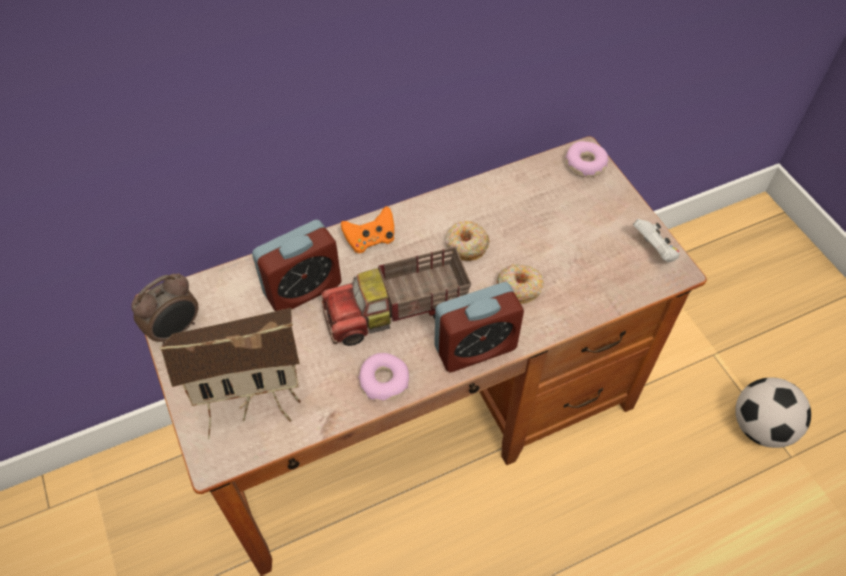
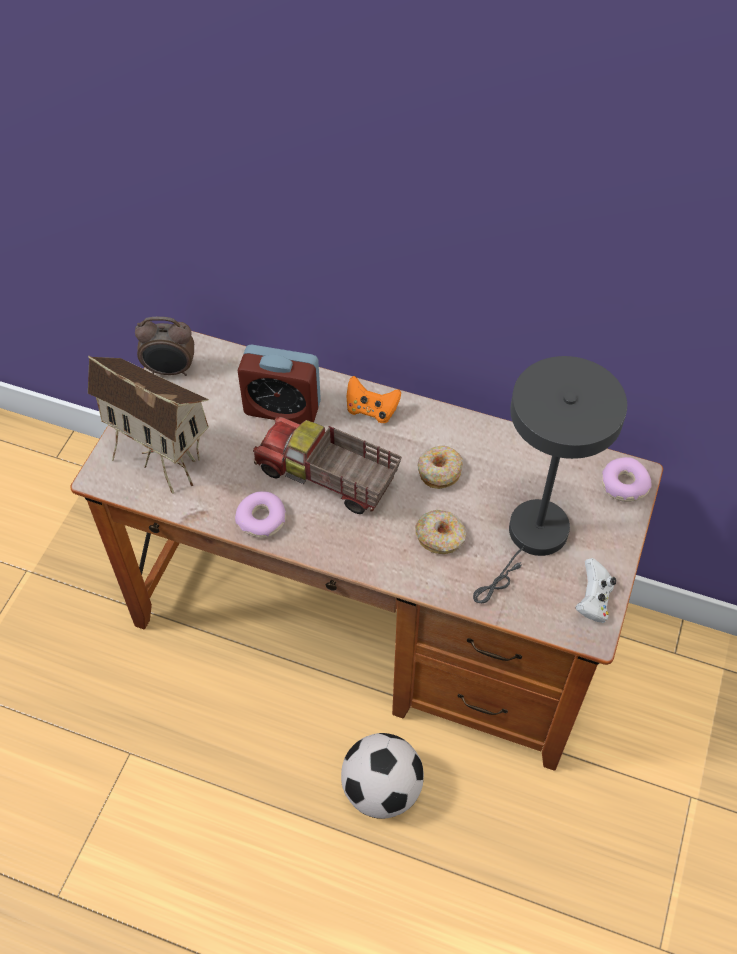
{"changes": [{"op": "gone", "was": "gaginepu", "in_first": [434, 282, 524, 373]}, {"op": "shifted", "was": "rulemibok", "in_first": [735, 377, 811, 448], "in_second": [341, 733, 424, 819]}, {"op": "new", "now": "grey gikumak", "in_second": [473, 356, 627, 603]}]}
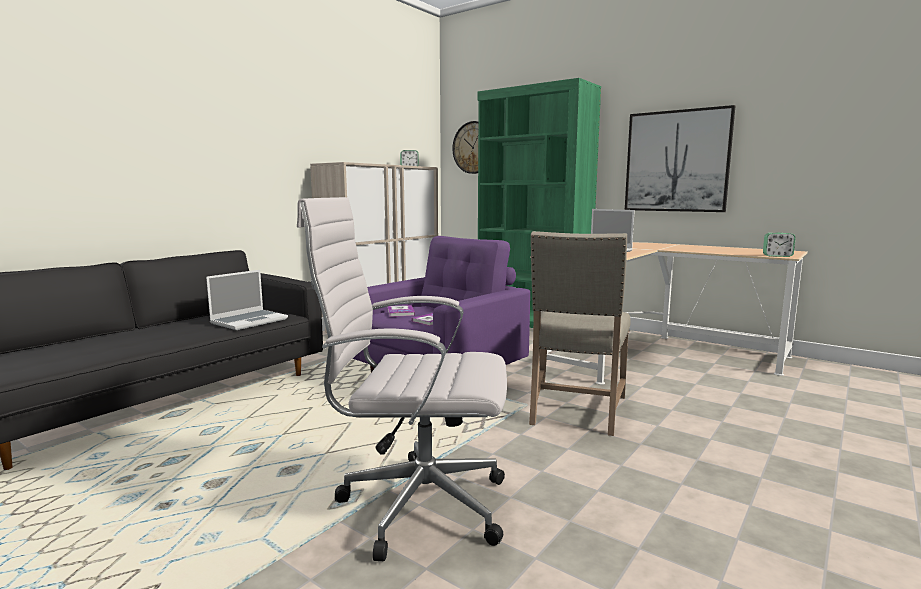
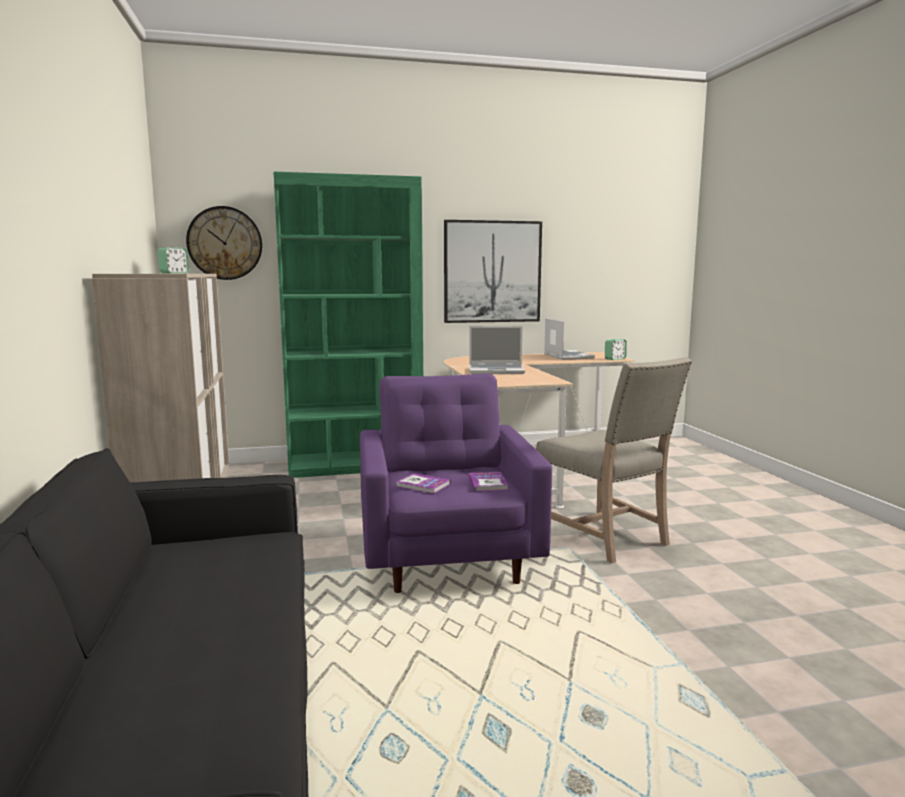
{"changes": [{"op": "gone", "was": "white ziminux", "in_first": [297, 197, 507, 561]}, {"op": "shifted", "was": "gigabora", "in_first": [206, 270, 288, 330], "in_second": [544, 318, 595, 360]}]}
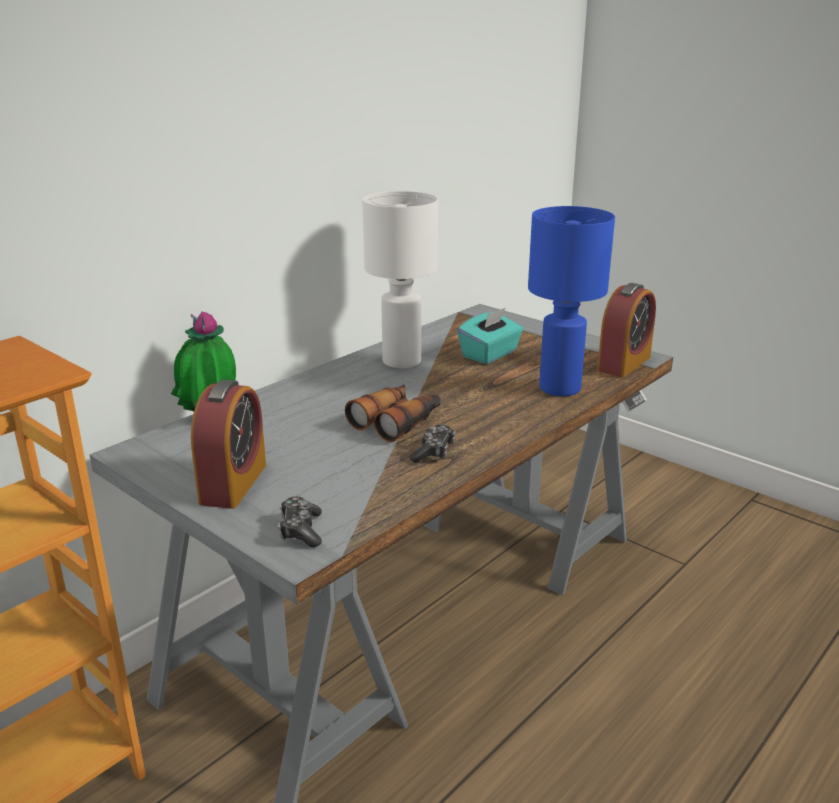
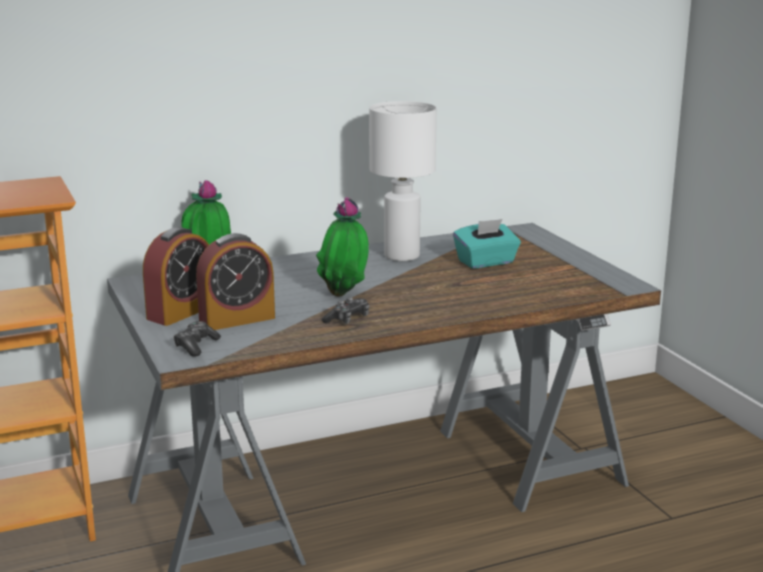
{"changes": [{"op": "gone", "was": "blue gikumak", "in_first": [528, 206, 615, 396]}, {"op": "shifted", "was": "gaginepu", "in_first": [597, 283, 656, 377], "in_second": [196, 233, 275, 330]}, {"op": "swapped", "was": "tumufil", "now": "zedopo", "in_first": [345, 384, 440, 442], "in_second": [316, 197, 369, 297]}]}
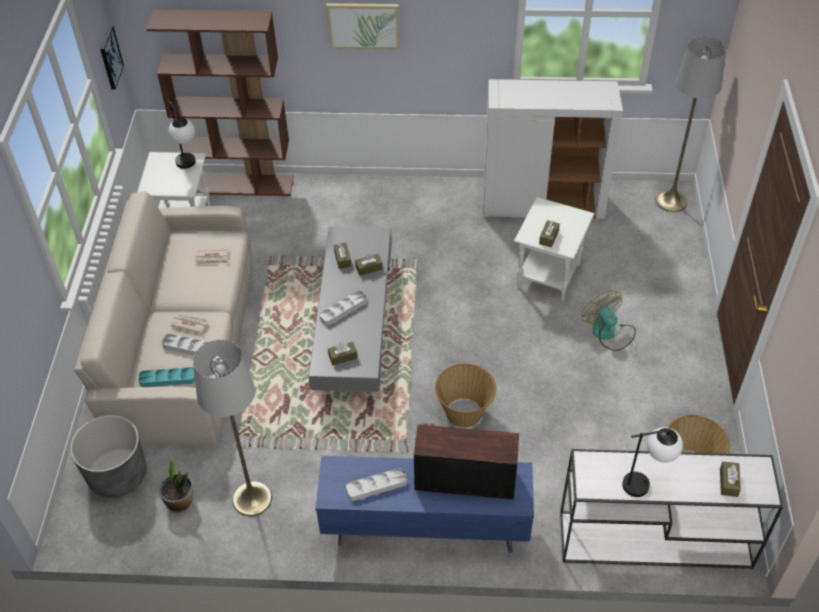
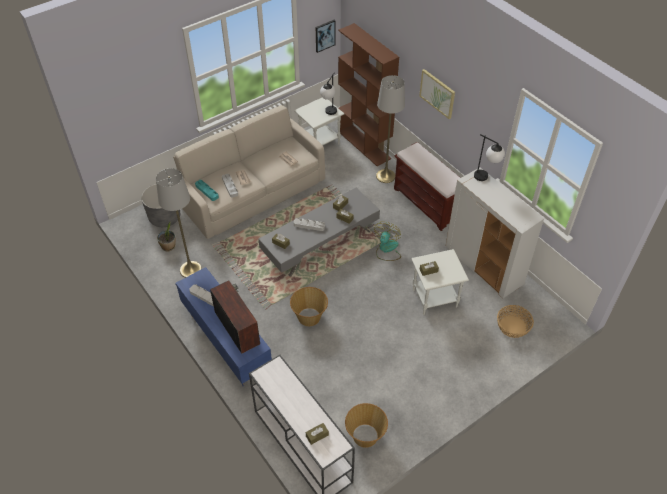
{"changes": [{"op": "shifted", "was": "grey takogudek", "in_first": [655, 37, 726, 212], "in_second": [376, 75, 405, 183]}, {"op": "shifted", "was": "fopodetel", "in_first": [582, 290, 636, 351], "in_second": [374, 222, 401, 261]}, {"op": "shifted", "was": "gikumak", "in_first": [622, 427, 683, 497], "in_second": [474, 134, 505, 181]}, {"op": "new", "now": "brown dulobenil", "in_second": [394, 142, 460, 231]}, {"op": "new", "now": "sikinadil", "in_second": [497, 305, 534, 338]}]}
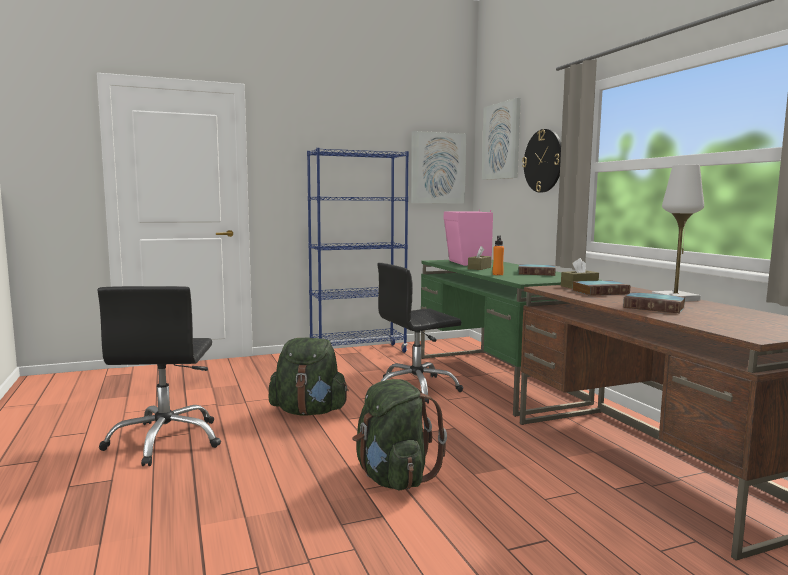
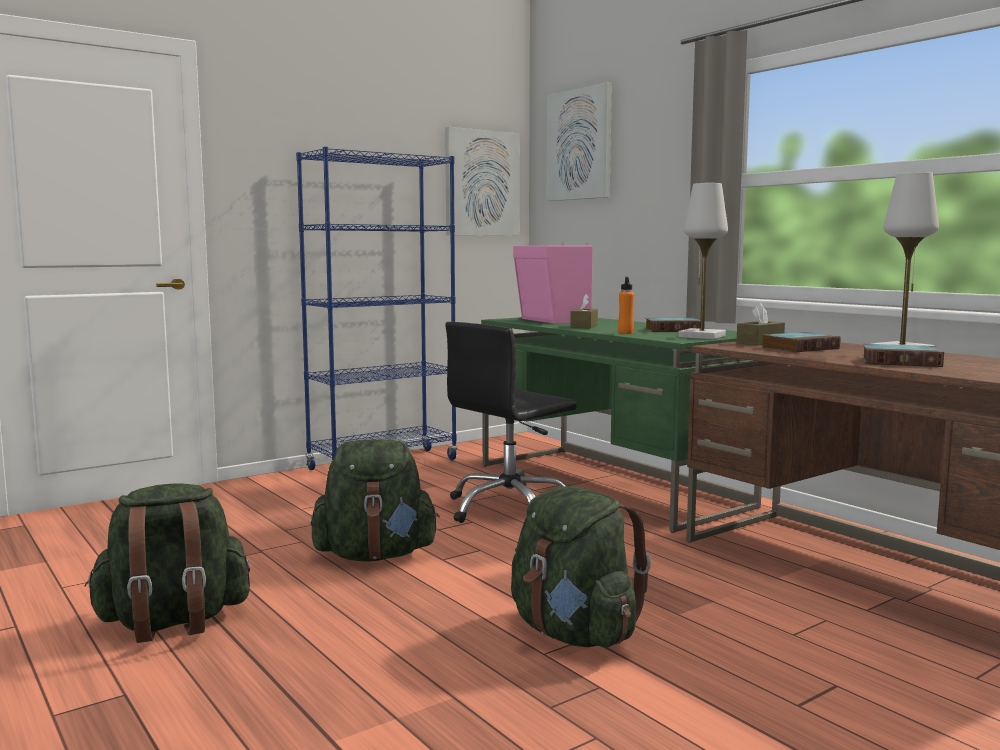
{"changes": [{"op": "gone", "was": "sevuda", "in_first": [522, 129, 561, 193]}, {"op": "swapped", "was": "black ziminux", "now": "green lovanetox", "in_first": [98, 286, 221, 466], "in_second": [84, 483, 250, 643]}, {"op": "new", "now": "white gikumak", "in_second": [678, 183, 728, 339]}]}
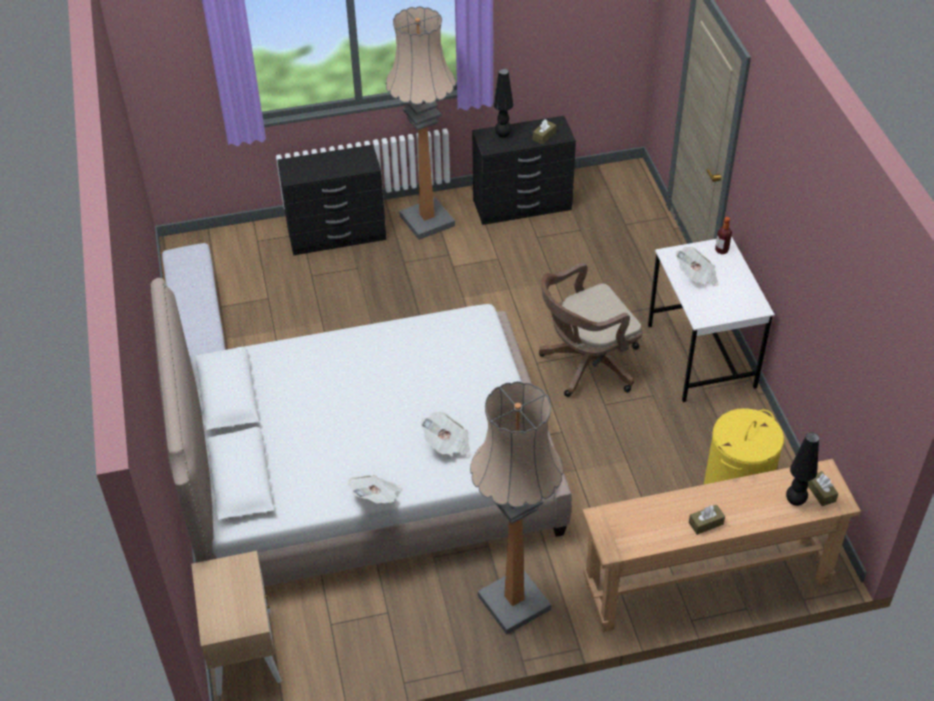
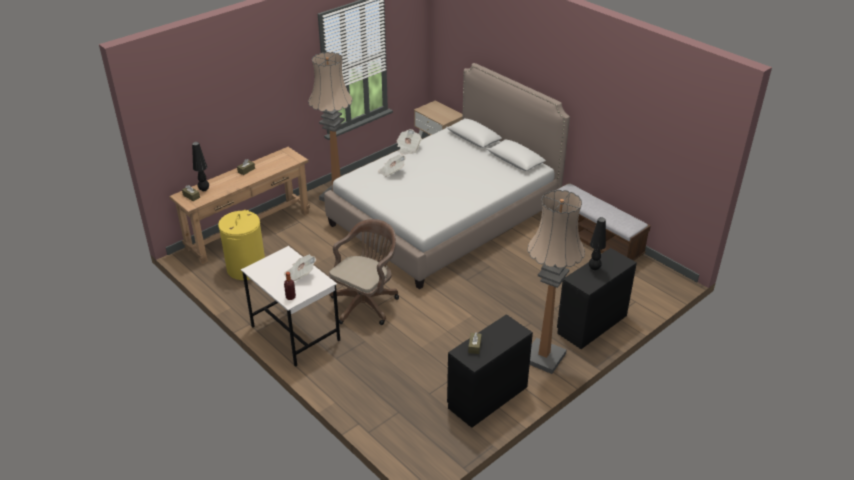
{"changes": [{"op": "shifted", "was": "black gikumak", "in_first": [493, 69, 513, 138], "in_second": [589, 217, 606, 270]}]}
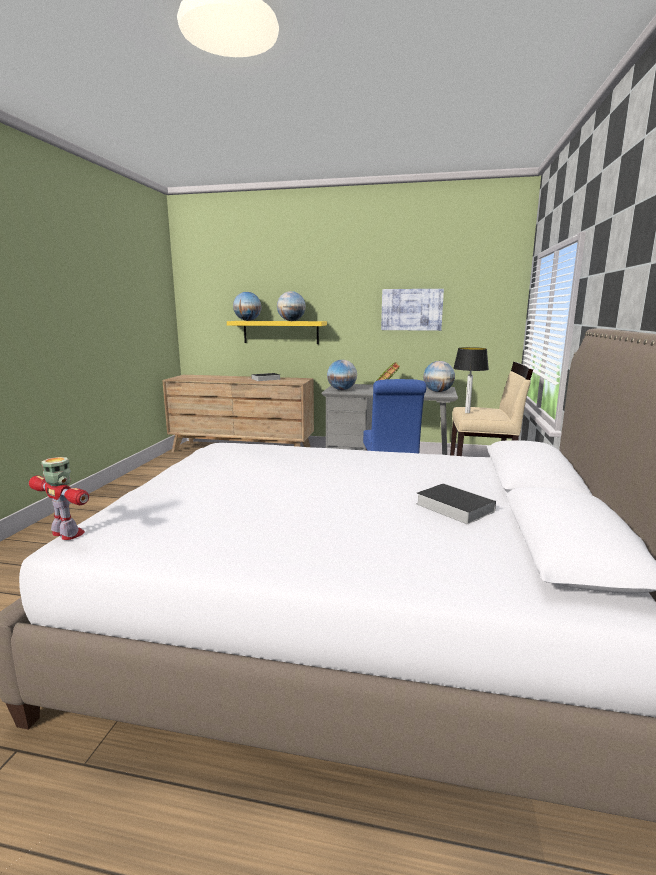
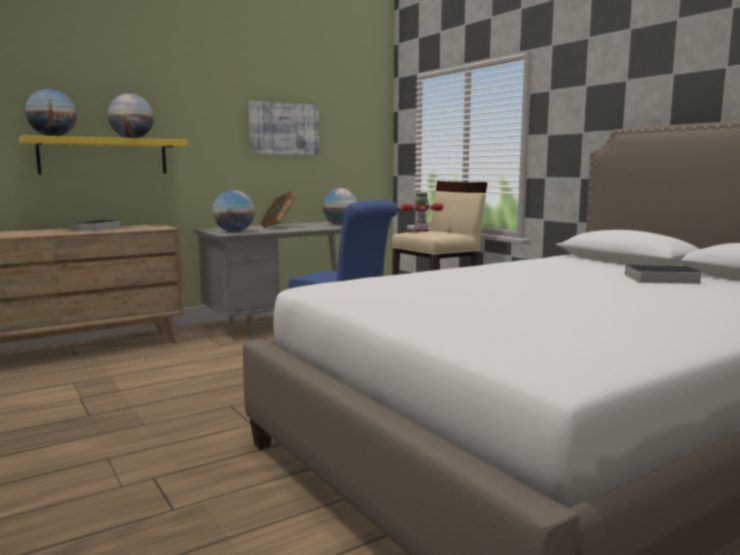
{"changes": [{"op": "gone", "was": "gikumak", "in_first": [453, 347, 489, 414]}, {"op": "shifted", "was": "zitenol", "in_first": [29, 457, 89, 540], "in_second": [401, 192, 443, 232]}]}
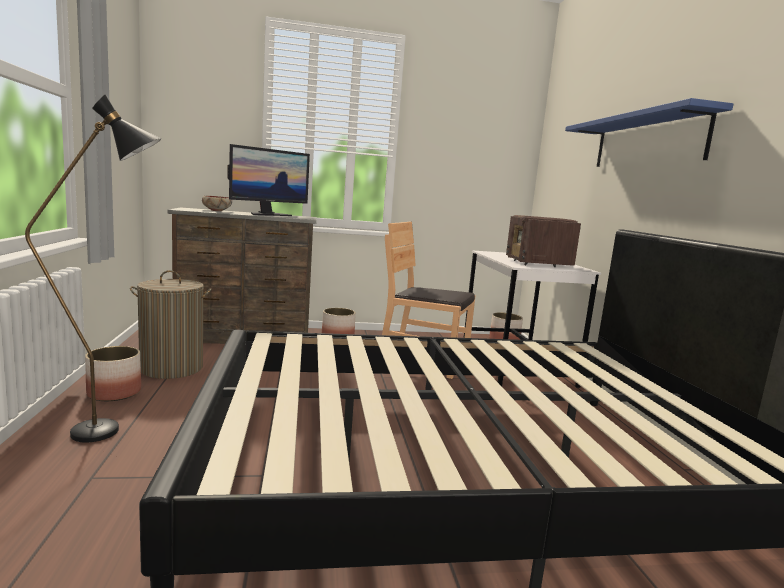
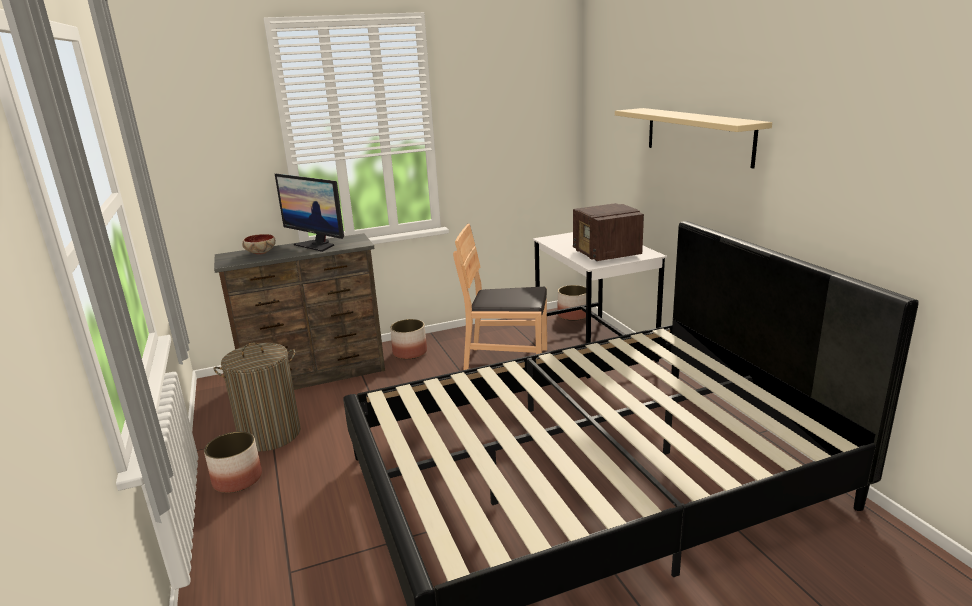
{"changes": [{"op": "gone", "was": "black takogudek", "in_first": [25, 94, 161, 443]}, {"op": "repainted", "was": "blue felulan", "now": "beige felulan", "in_first": [565, 98, 734, 167], "in_second": [615, 108, 772, 168]}, {"op": "rotated", "was": "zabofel", "in_first": [227, 144, 310, 216], "in_second": [275, 174, 344, 252], "clockwise": 90}]}
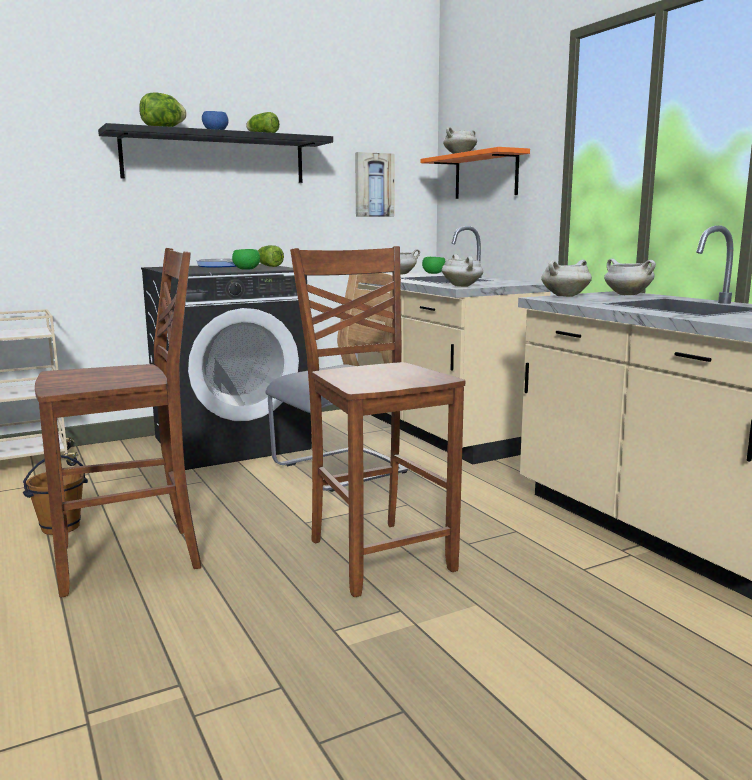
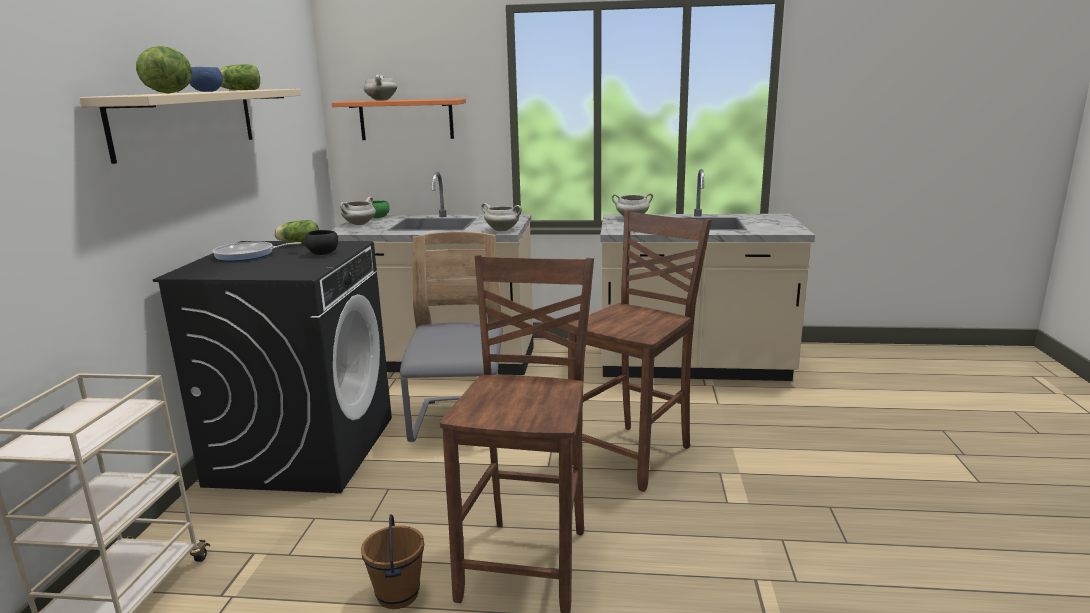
{"changes": [{"op": "repainted", "was": "black felulan", "now": "beige felulan", "in_first": [98, 123, 333, 183], "in_second": [80, 89, 301, 164]}, {"op": "gone", "was": "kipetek", "in_first": [355, 152, 394, 217]}, {"op": "rotated", "was": "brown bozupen", "in_first": [290, 246, 465, 597], "in_second": [568, 210, 711, 492], "clockwise": 120}, {"op": "repainted", "was": "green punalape", "now": "black punalape", "in_first": [232, 249, 260, 270], "in_second": [305, 230, 338, 255]}, {"op": "gone", "was": "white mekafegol", "in_first": [541, 260, 592, 297]}]}
